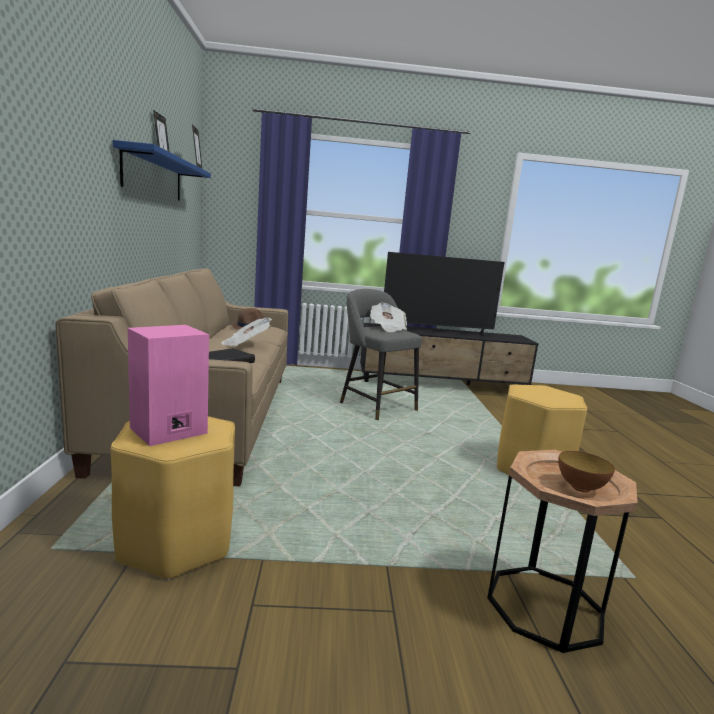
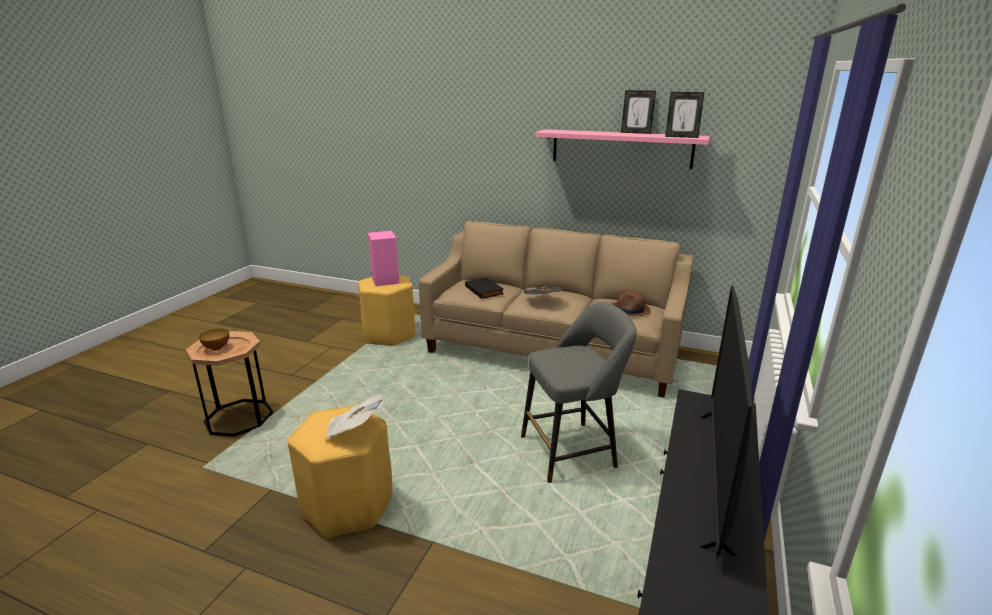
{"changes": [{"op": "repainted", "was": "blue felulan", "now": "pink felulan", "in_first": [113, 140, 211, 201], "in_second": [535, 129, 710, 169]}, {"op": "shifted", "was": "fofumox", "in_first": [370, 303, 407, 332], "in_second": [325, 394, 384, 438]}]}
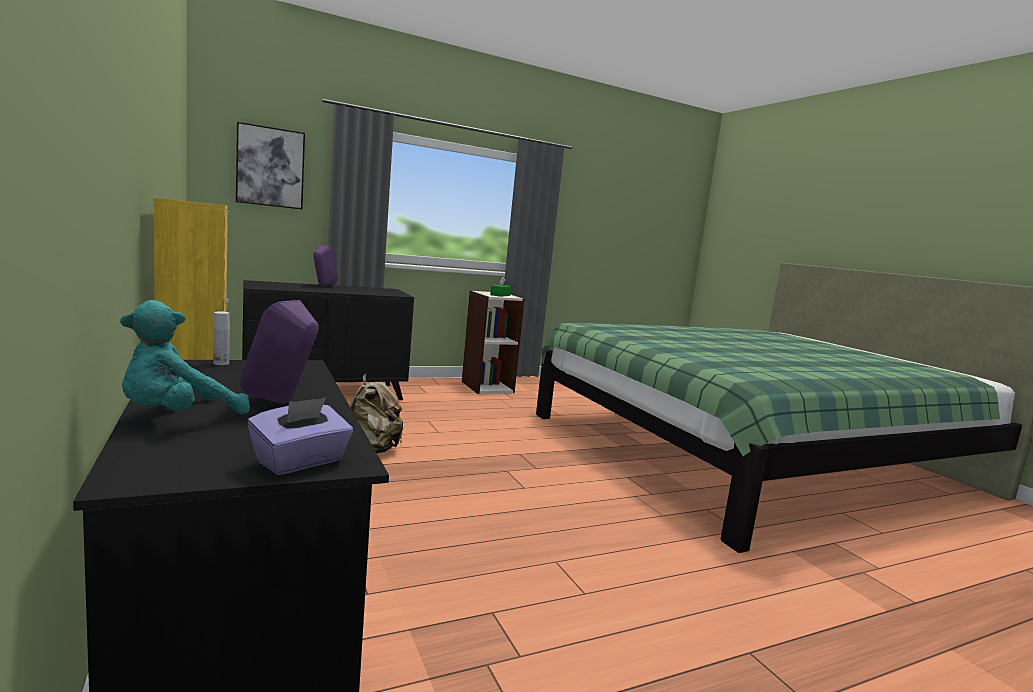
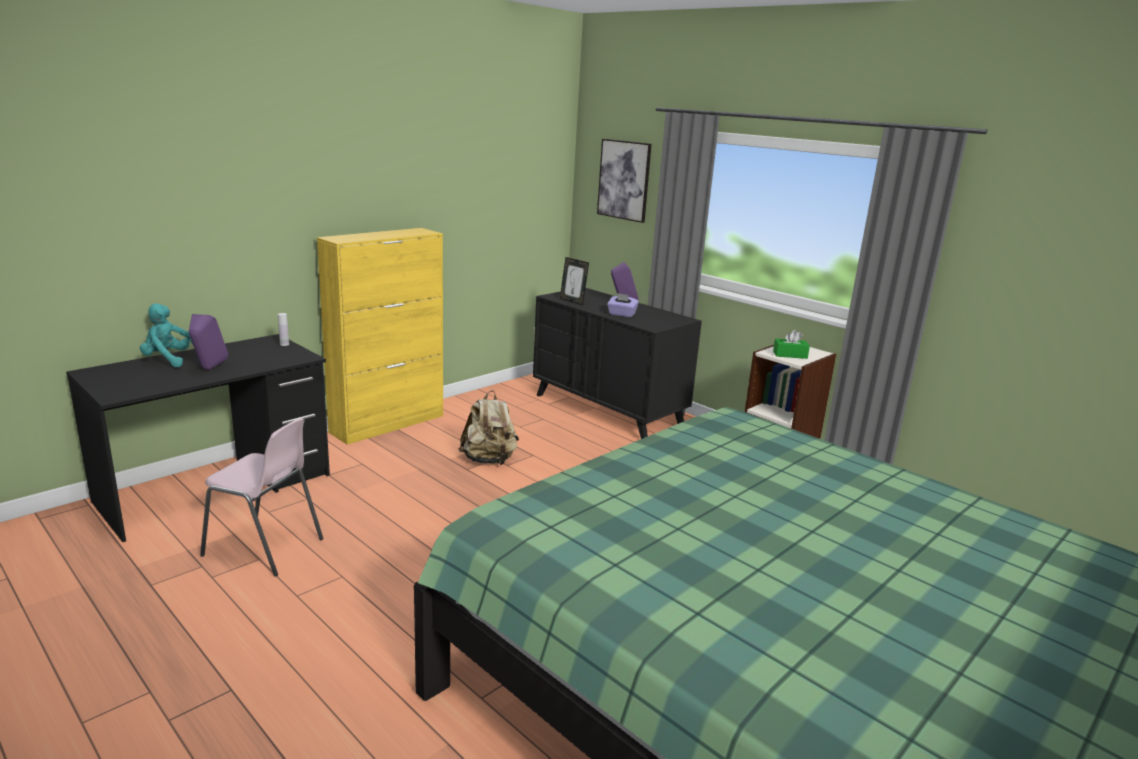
{"changes": [{"op": "shifted", "was": "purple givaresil", "in_first": [247, 397, 353, 475], "in_second": [607, 293, 639, 317]}, {"op": "new", "now": "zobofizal", "in_second": [560, 257, 589, 305]}, {"op": "new", "now": "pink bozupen", "in_second": [200, 418, 324, 577]}]}
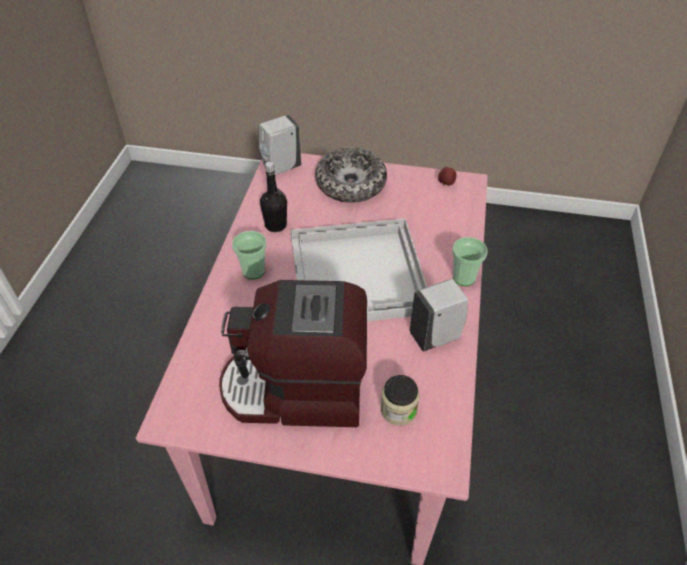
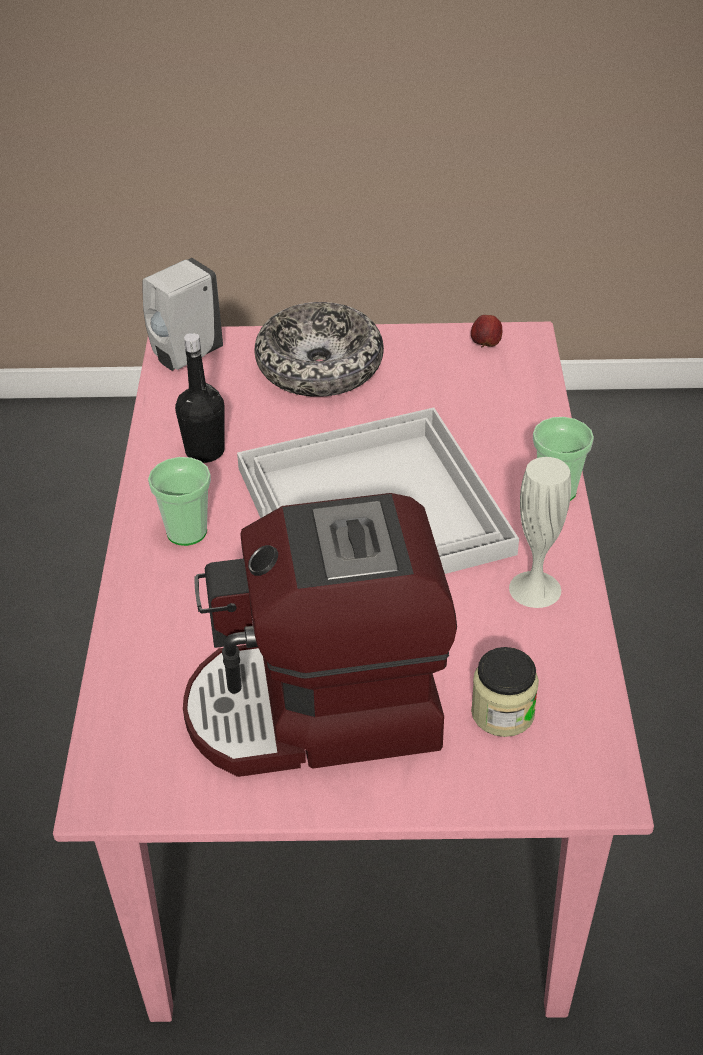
{"changes": [{"op": "swapped", "was": "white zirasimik", "now": "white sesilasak", "in_first": [410, 279, 468, 352], "in_second": [509, 457, 571, 608]}]}
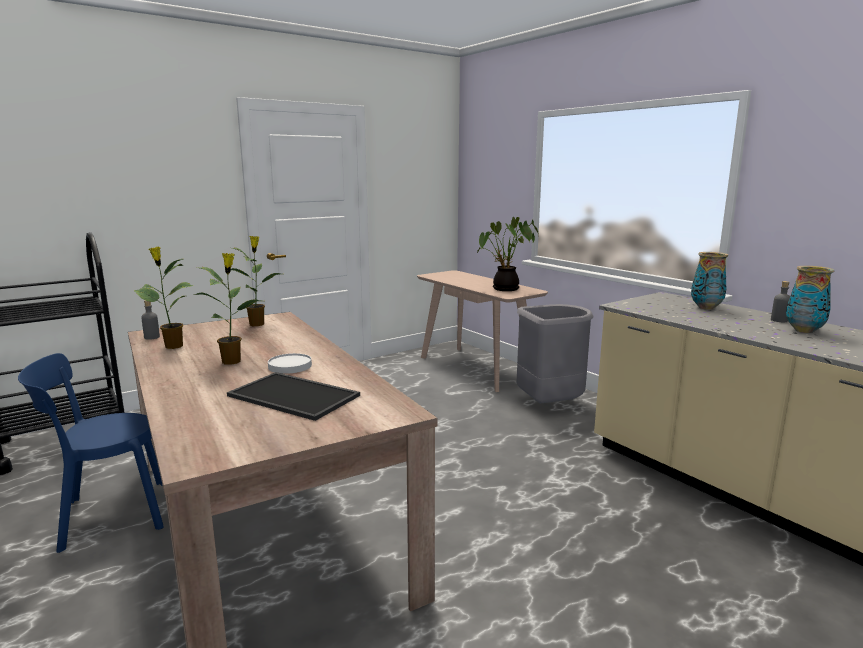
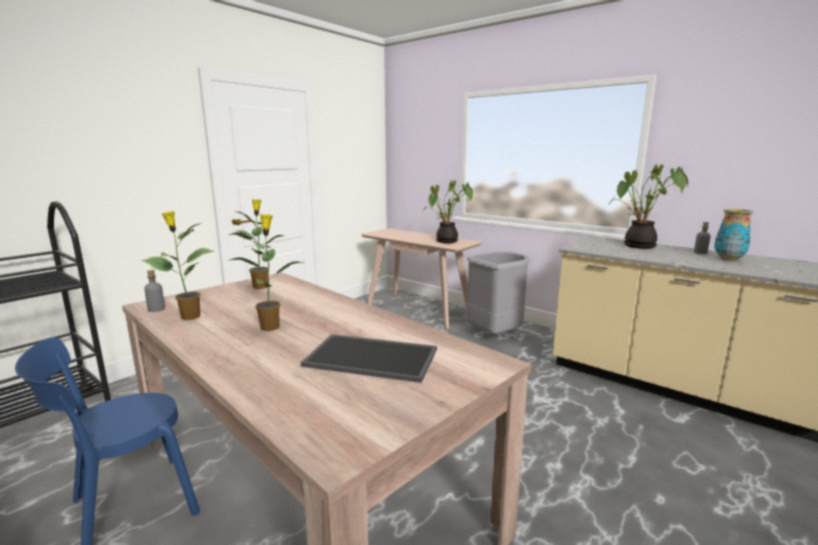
{"changes": [{"op": "swapped", "was": "sesilasak", "now": "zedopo", "in_first": [691, 252, 728, 310], "in_second": [609, 164, 688, 249]}, {"op": "gone", "was": "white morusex", "in_first": [268, 353, 312, 374]}]}
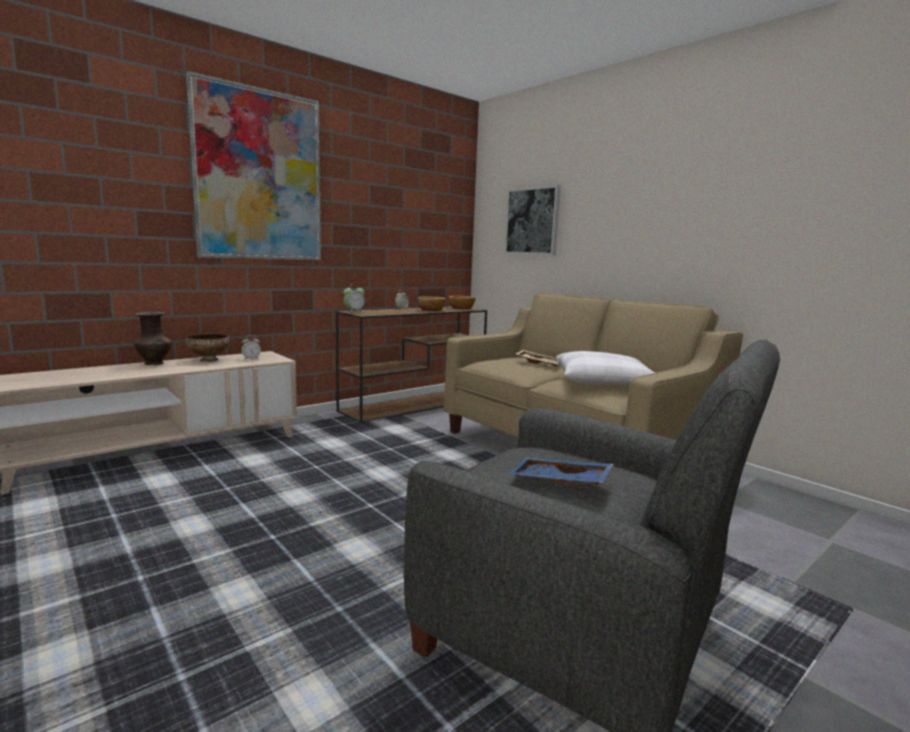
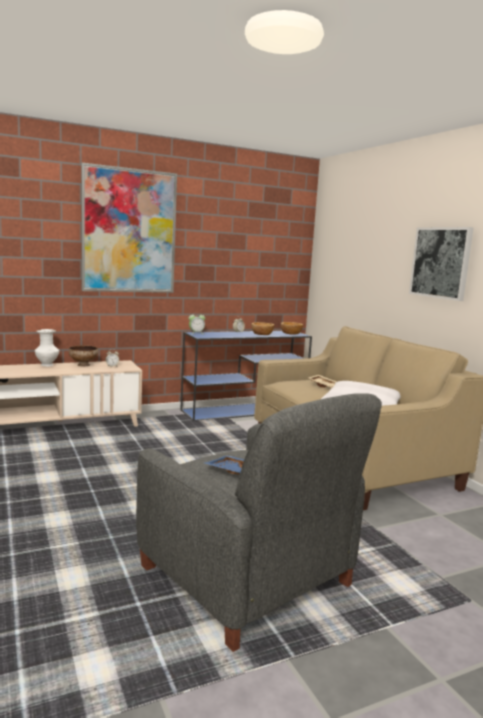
{"changes": [{"op": "shifted", "was": "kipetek", "in_first": [504, 185, 561, 255], "in_second": [409, 227, 474, 301]}, {"op": "repainted", "was": "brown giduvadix", "now": "blue giduvadix", "in_first": [336, 306, 487, 423], "in_second": [181, 331, 312, 421]}, {"op": "repainted", "was": "brown sesilasak", "now": "white sesilasak", "in_first": [134, 312, 172, 365], "in_second": [35, 329, 59, 367]}]}
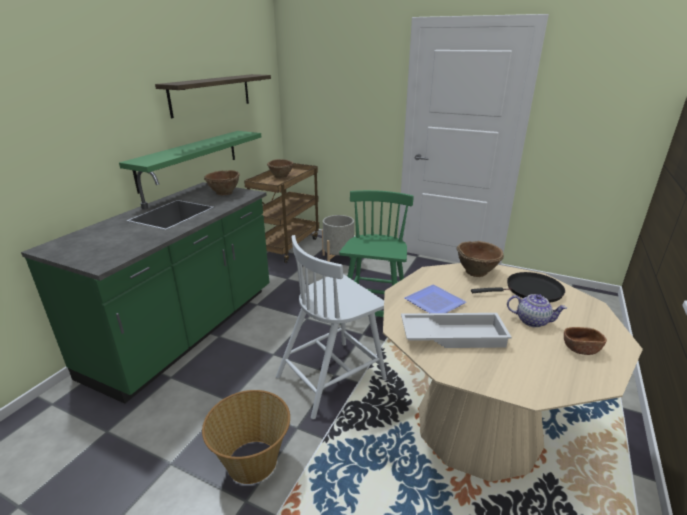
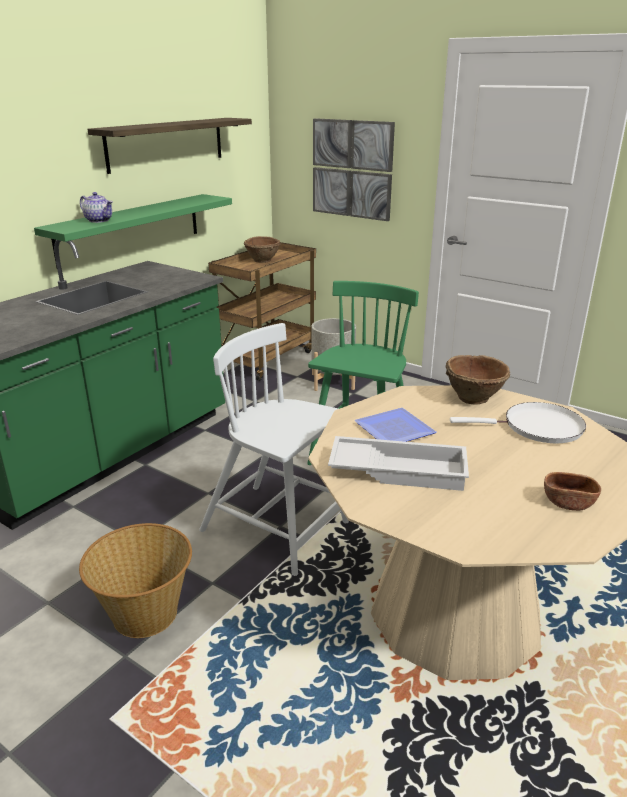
{"changes": [{"op": "gone", "was": "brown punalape", "in_first": [204, 170, 240, 195]}, {"op": "rotated", "was": "white bozupen", "in_first": [276, 235, 387, 419], "in_second": [199, 323, 349, 576], "clockwise": 60}, {"op": "repainted", "was": "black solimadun", "now": "white solimadun", "in_first": [471, 272, 565, 303], "in_second": [450, 402, 586, 443]}, {"op": "shifted", "was": "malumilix", "in_first": [507, 294, 567, 328], "in_second": [80, 192, 113, 223]}, {"op": "new", "now": "kipetek", "in_second": [313, 118, 395, 221]}]}
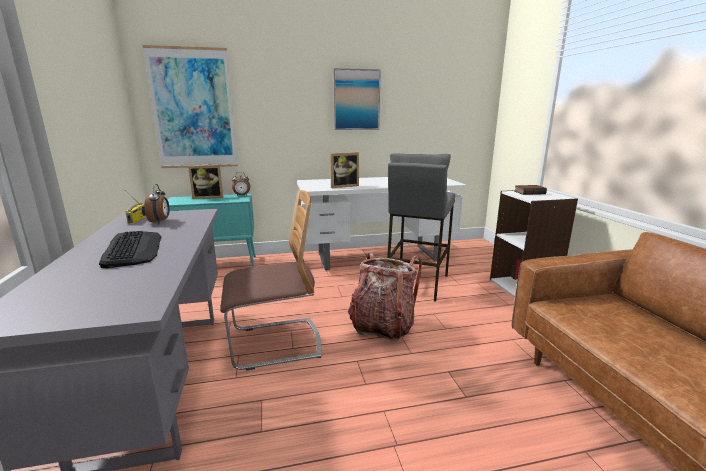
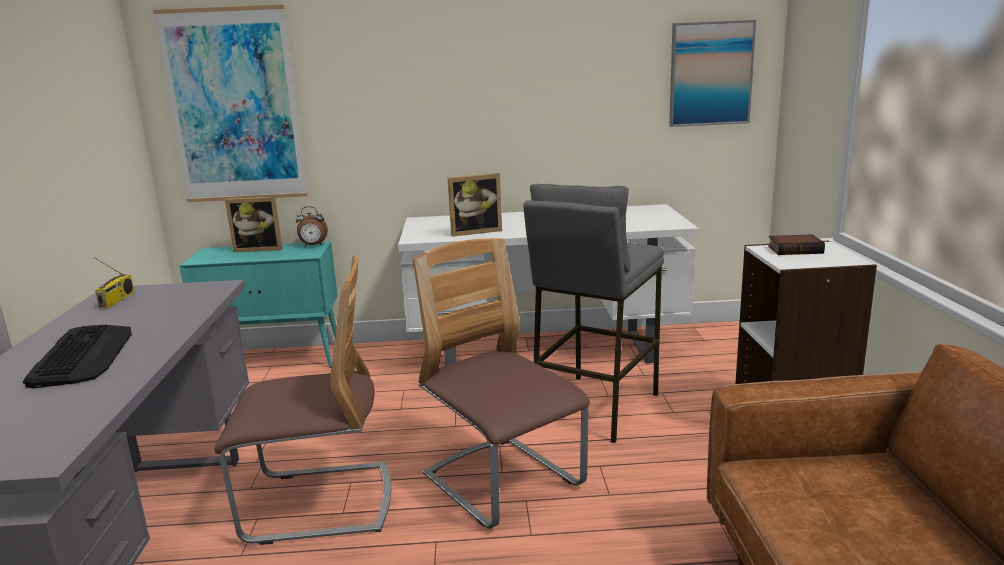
{"changes": [{"op": "shifted", "was": "kipetek", "in_first": [333, 68, 381, 130], "in_second": [669, 20, 756, 127]}, {"op": "gone", "was": "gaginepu", "in_first": [144, 184, 170, 224]}, {"op": "swapped", "was": "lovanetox", "now": "bozupen", "in_first": [348, 253, 422, 341], "in_second": [413, 238, 590, 529]}]}
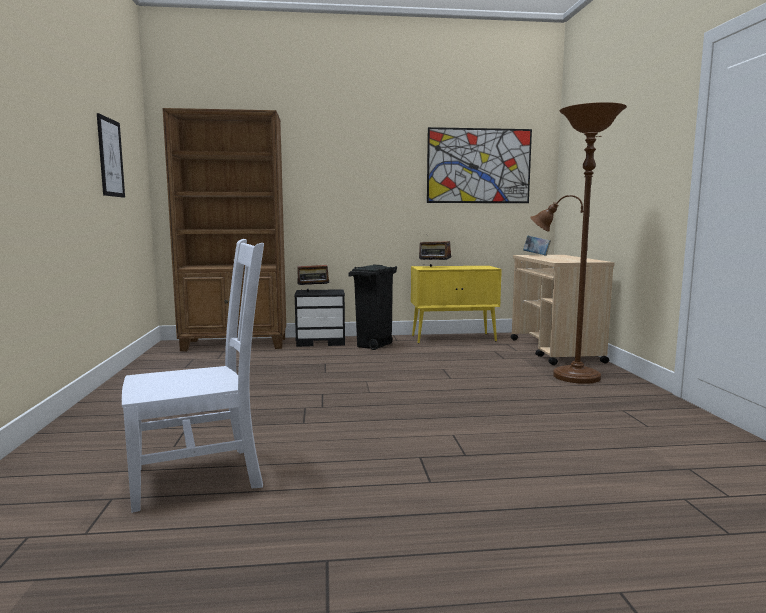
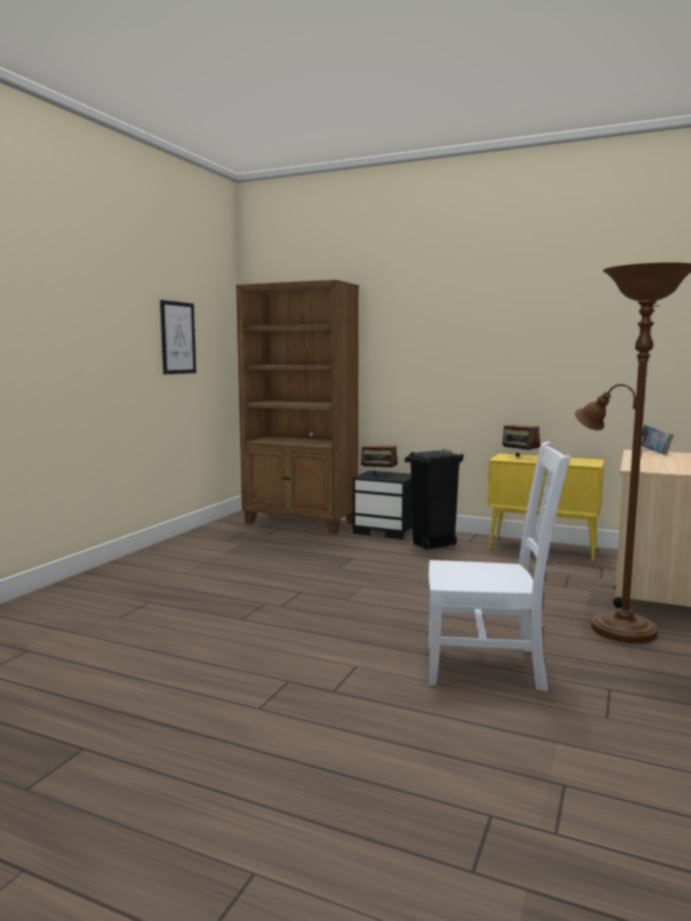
{"changes": [{"op": "gone", "was": "kipetek", "in_first": [427, 127, 532, 203]}, {"op": "shifted", "was": "white bozupen", "in_first": [122, 239, 264, 513], "in_second": [429, 441, 570, 692]}]}
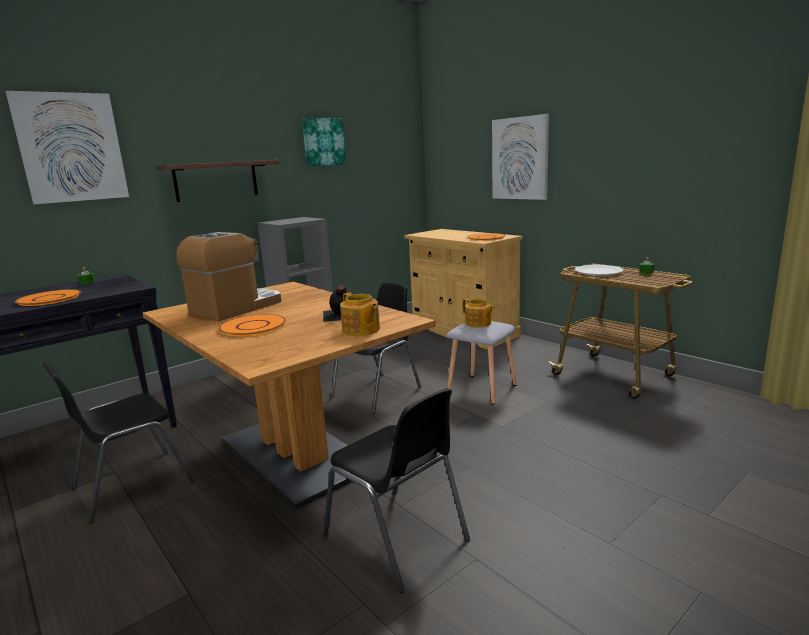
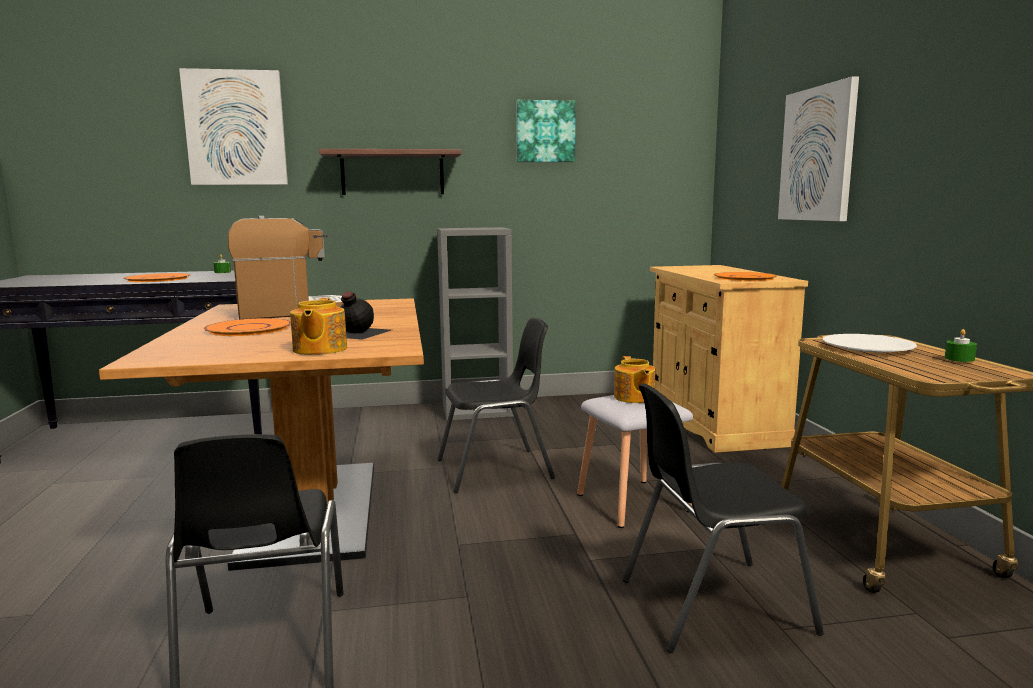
{"changes": [{"op": "shifted", "was": "black bozupen", "in_first": [42, 362, 195, 524], "in_second": [623, 383, 824, 653]}]}
